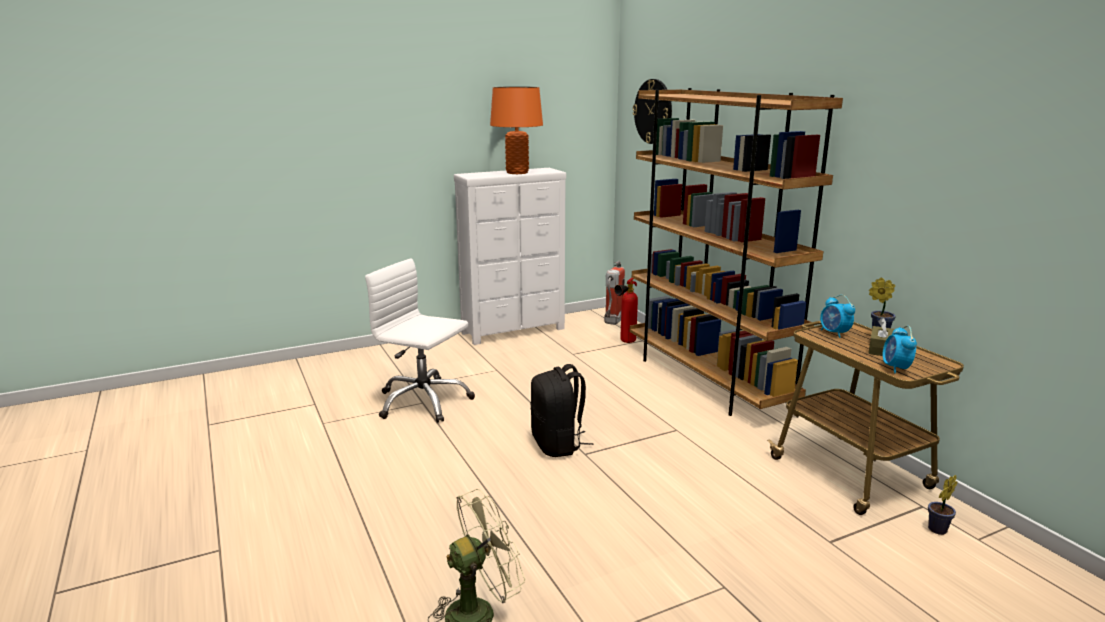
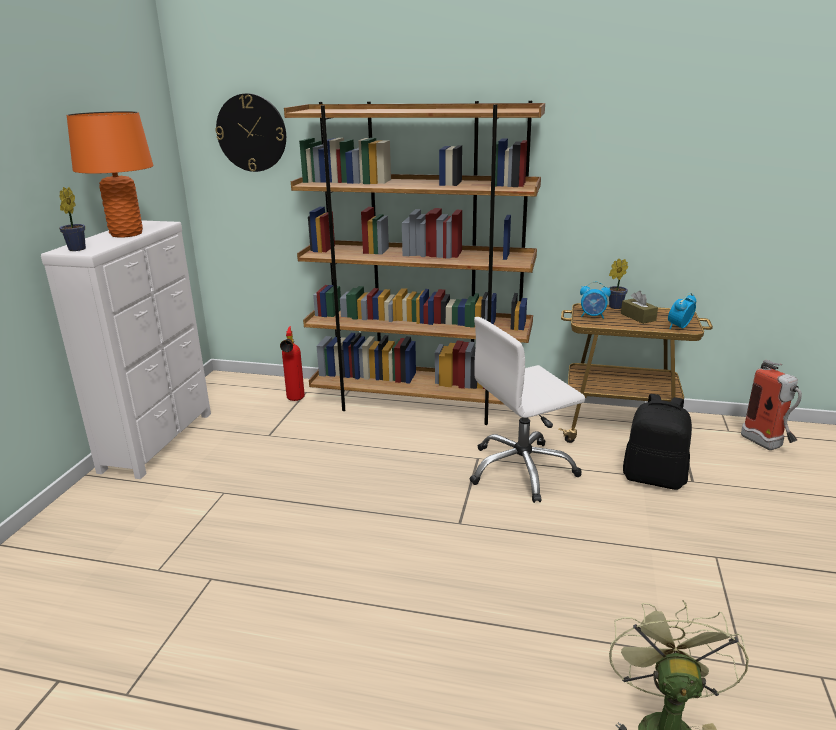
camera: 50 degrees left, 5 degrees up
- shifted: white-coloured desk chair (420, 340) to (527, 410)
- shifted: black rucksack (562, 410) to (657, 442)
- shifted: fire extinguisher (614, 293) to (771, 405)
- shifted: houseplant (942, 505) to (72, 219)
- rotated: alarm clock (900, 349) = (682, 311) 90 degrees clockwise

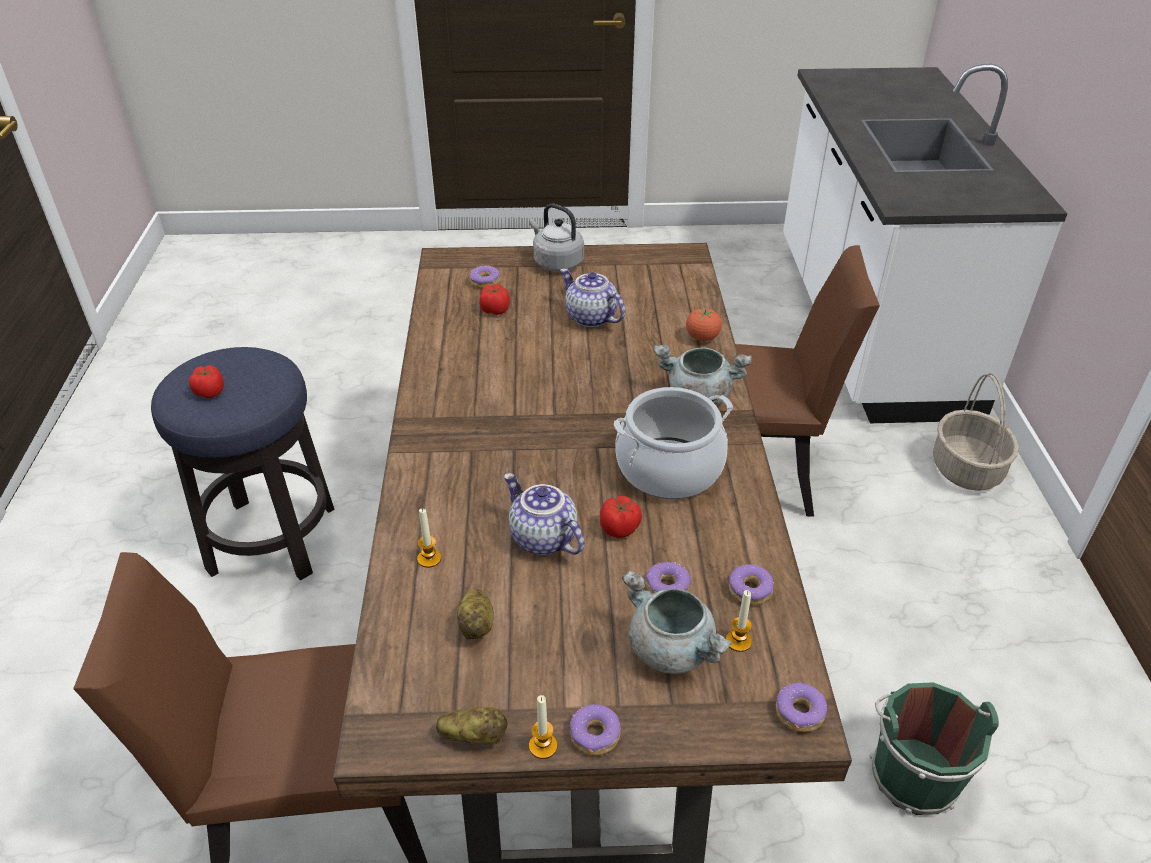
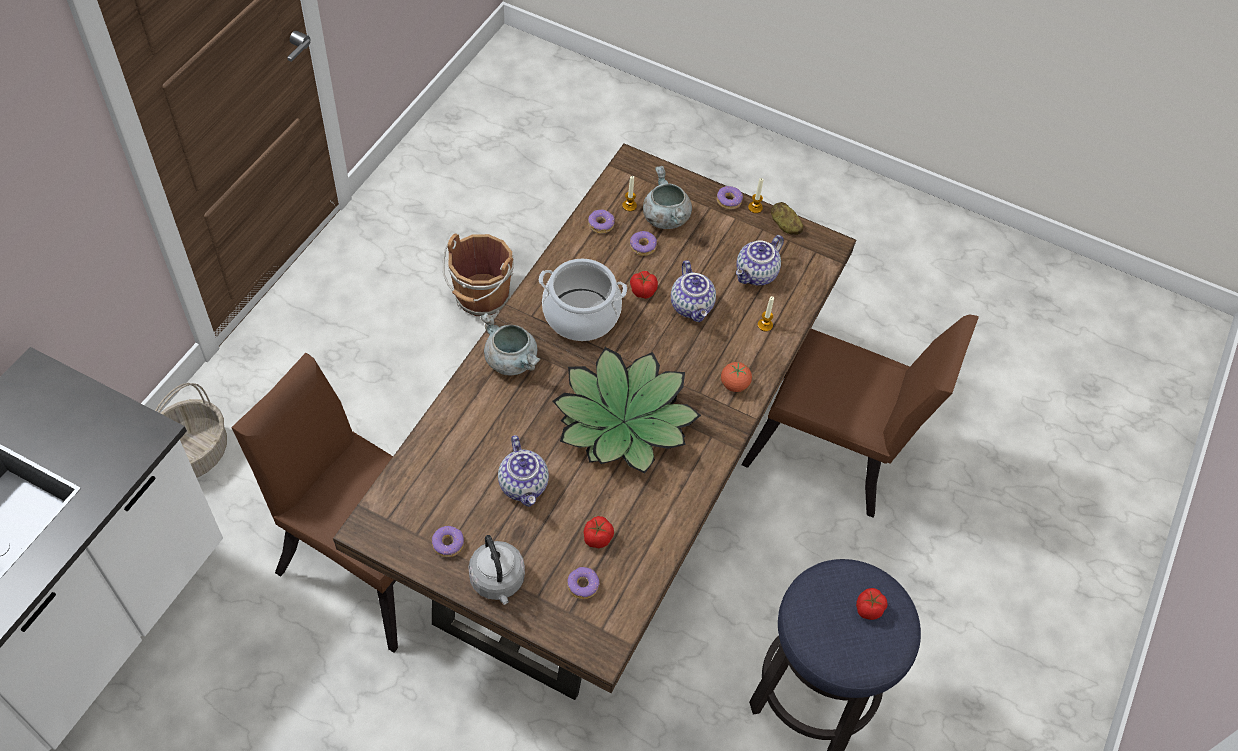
camera: 155 degrees left, 15 degrees up
- new: houseplant (626, 410)
- shifted: whole tomato (704, 324) to (736, 377)
- shifted: ring doughnut (801, 707) to (448, 541)
- swapped: whole potato (475, 614) to teapot (760, 260)
- repainted: green-coloured pail (934, 748) to brown pail (478, 274)

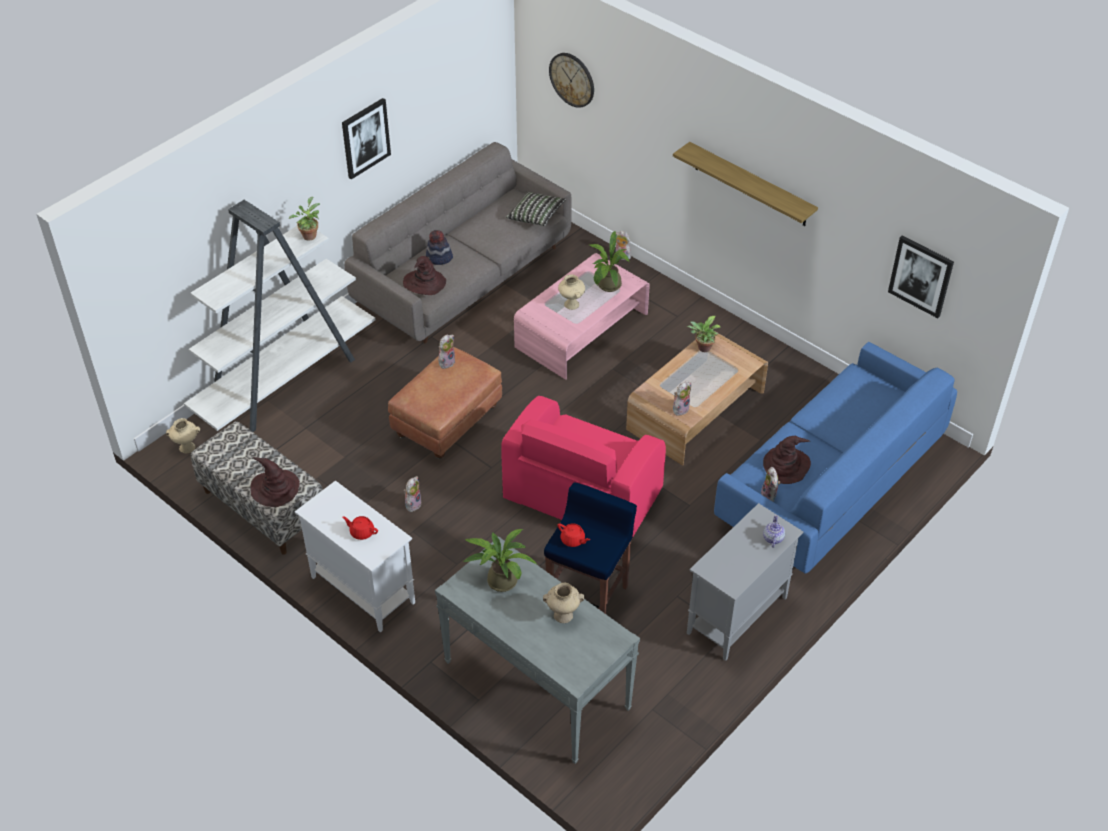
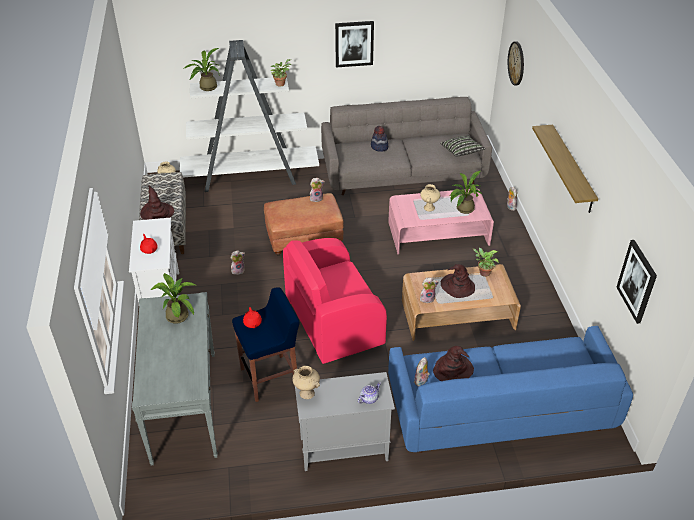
camera: 40 degrees right, 5 degrees down
- new: houseplant (201, 69)
- shifted: brown clothing hat (424, 275) to (458, 281)
- shifted: sand-coloured flower vase (563, 603) to (306, 382)

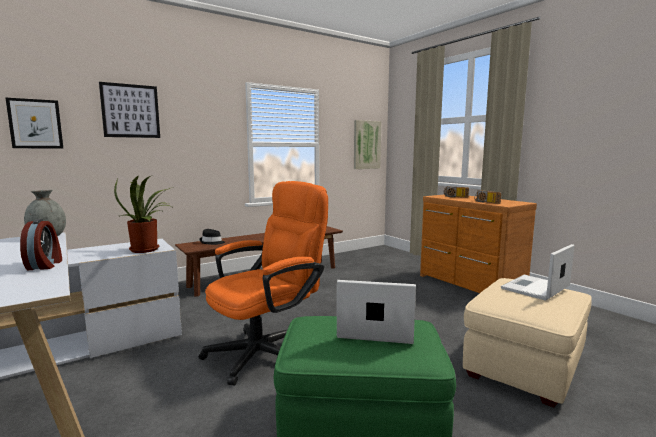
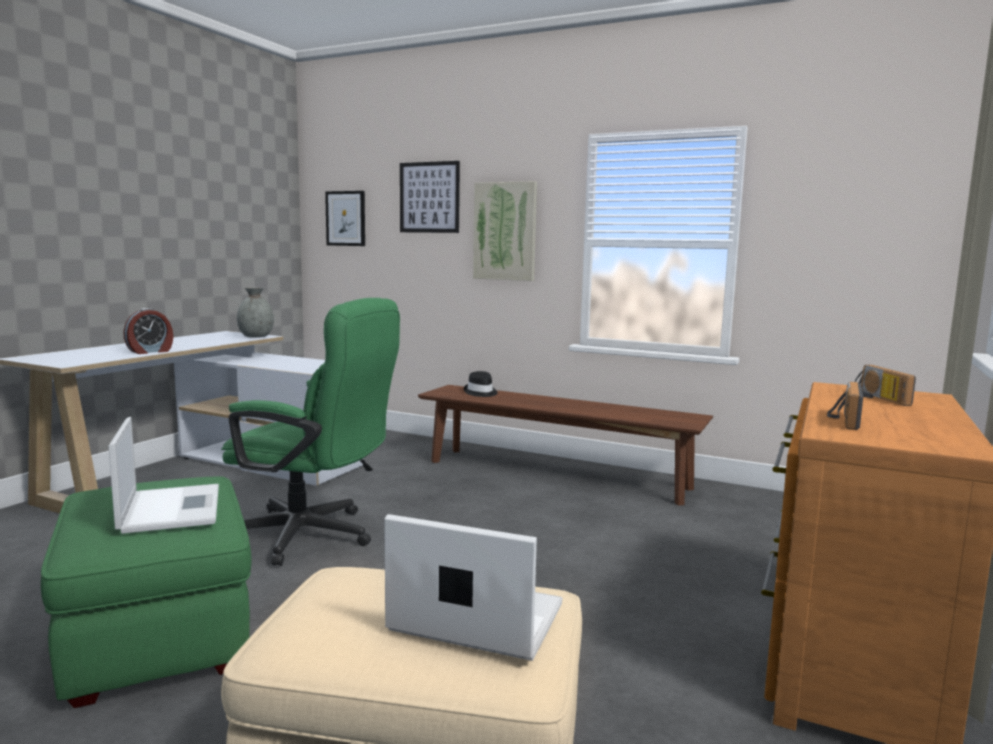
camera: 60 degrees right, 0 degrees up
- gone: houseplant (144, 214)
- shifted: wall art (367, 144) to (505, 231)
- repainted: orangey desk chair (263, 283) to green-coloured desk chair (310, 432)

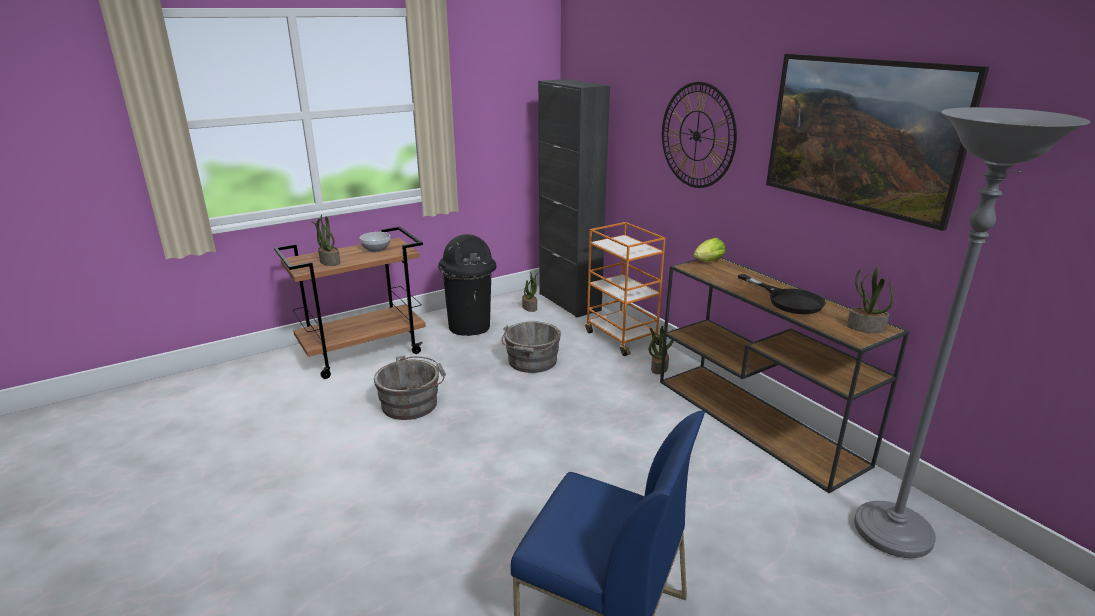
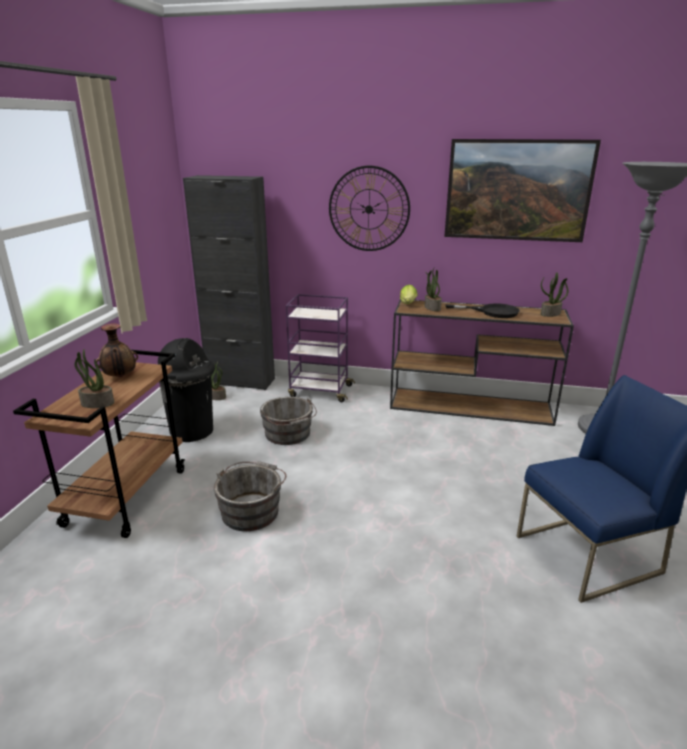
camera: 45 degrees left, 0 degrees up
- shifted: houseplant (661, 350) to (433, 289)
- swapped: bowl (375, 242) to flower vase (117, 350)
- repainted: orangey wheeled cart (625, 289) to purple wheeled cart (320, 348)

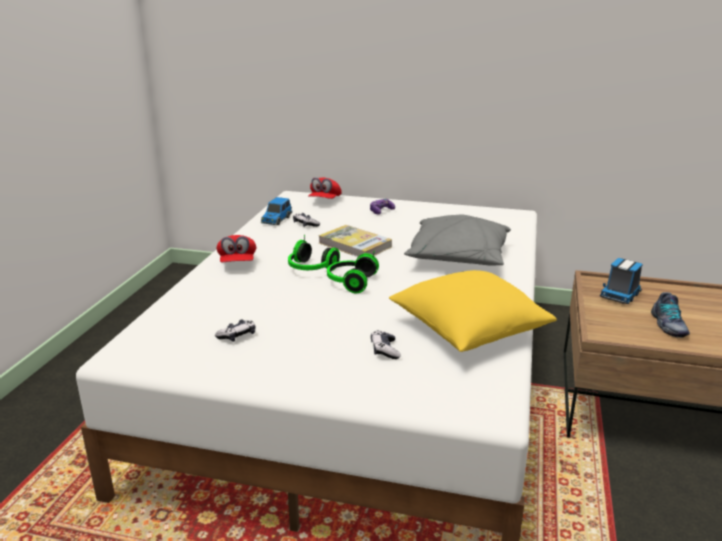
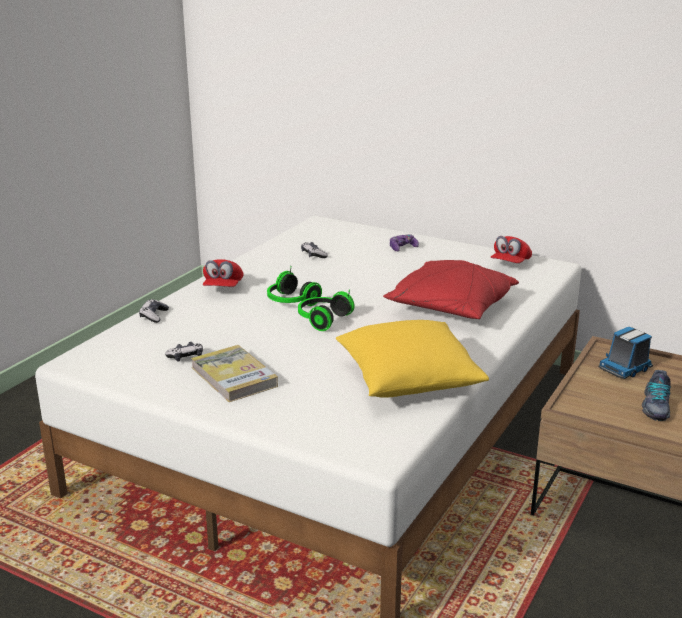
camera: 15 degrees right, 0 degrees up
- gone: model car (276, 211)
- shifted: red-coloured baseball cap (325, 188) to (511, 249)
- shifted: book (355, 241) to (234, 373)
- shifted: game controller (386, 344) to (154, 311)
- repainted: grey pillow (457, 240) to red-coloured pillow (451, 289)

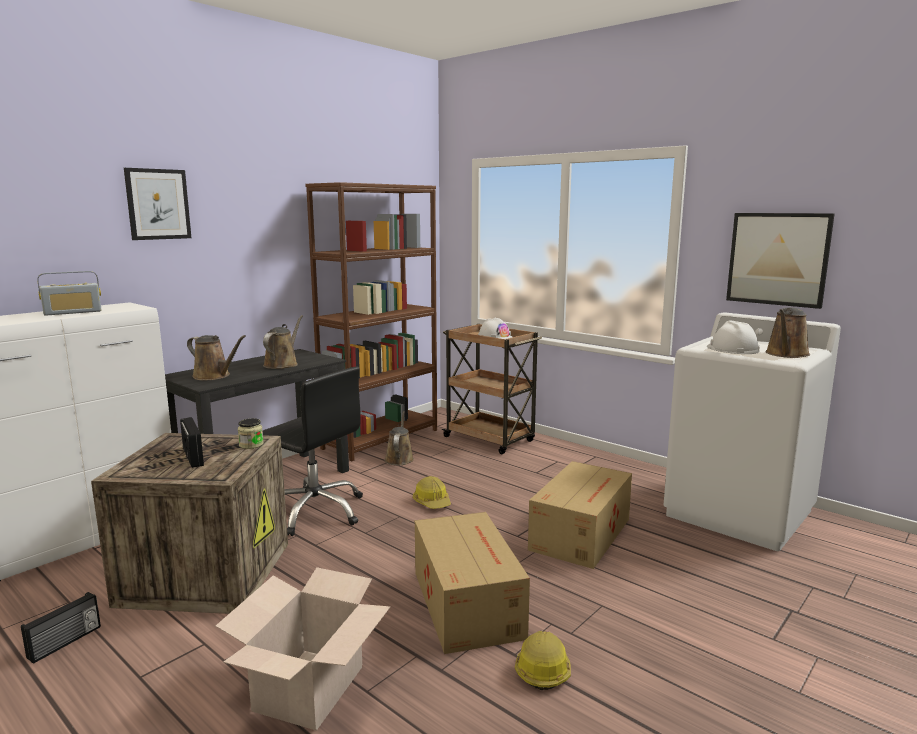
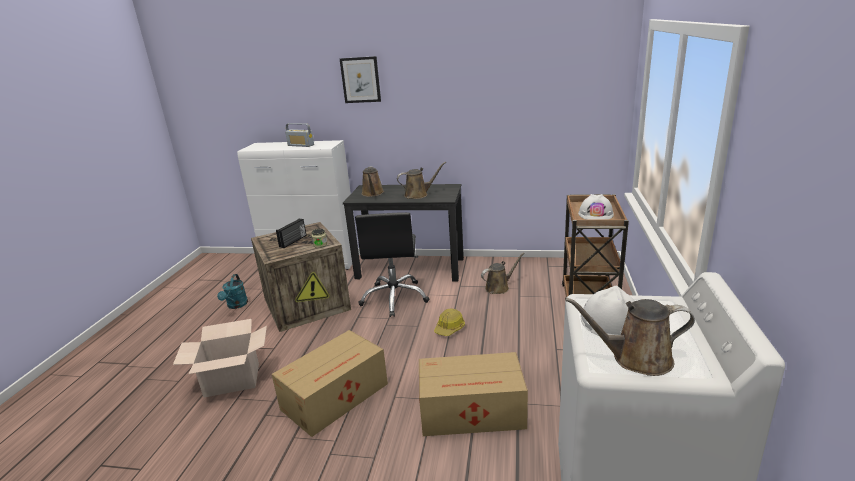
camera: 60 degrees right, 10 degrees up
- gone: brown shelving unit (371, 321)
- gone: safety helmet (543, 660)
- gone: wall art (780, 261)
- swapped: radio set (61, 628) to blue-green sprinkling can (232, 291)

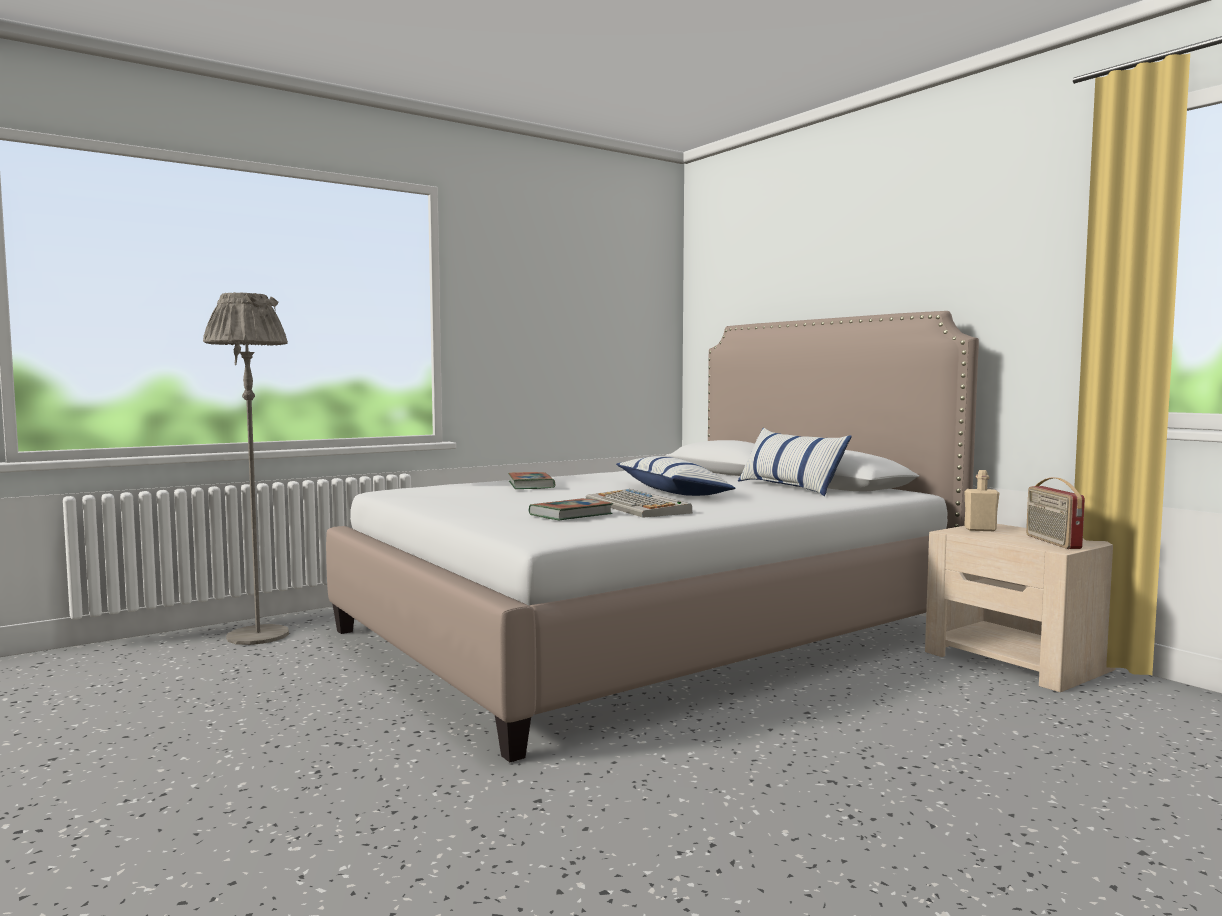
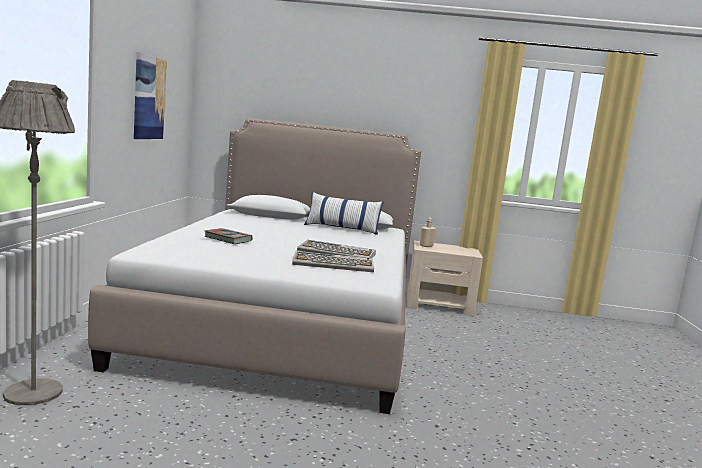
camera: 50 degrees left, 5 degrees up
- gone: pillow (675, 476)
- gone: radio set (1055, 513)
- new: wall art (150, 95)
- swapped: book (571, 509) to PC keyboard (333, 262)

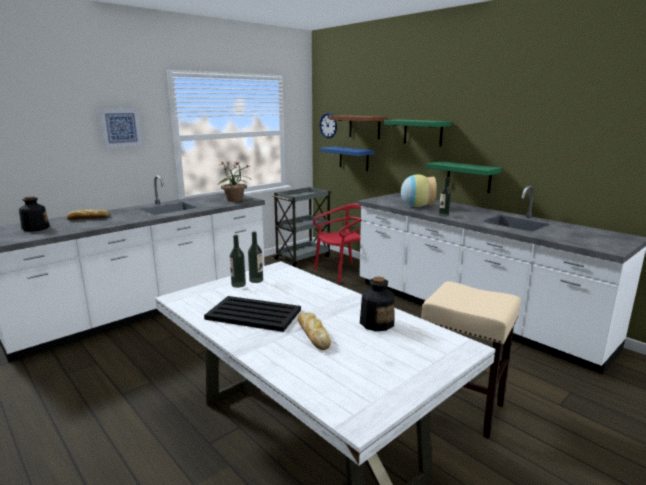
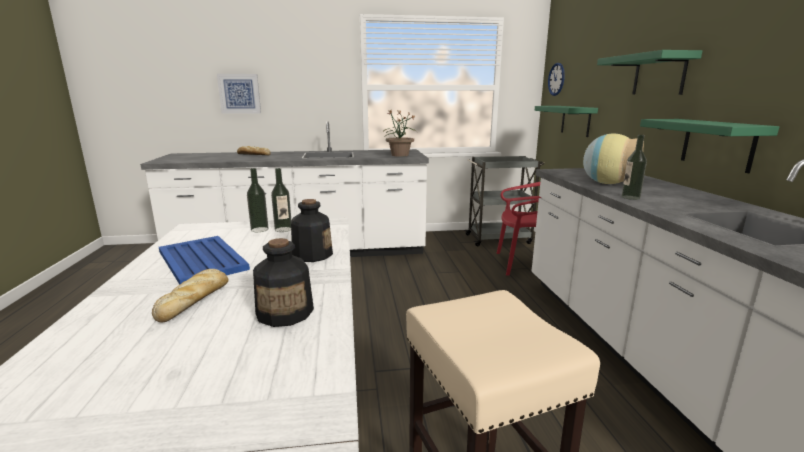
camera: 35 degrees right, 0 degrees up
- gone: brown shelf (358, 127)
- shifted: drink bottle (34, 214) to (312, 230)
- shifted: wall art (120, 128) to (239, 94)
- repainted: black carrying tray (252, 314) to bluish carrying tray (204, 260)
- repainted: bluish shelf (347, 159) to green-coloured shelf (566, 121)

